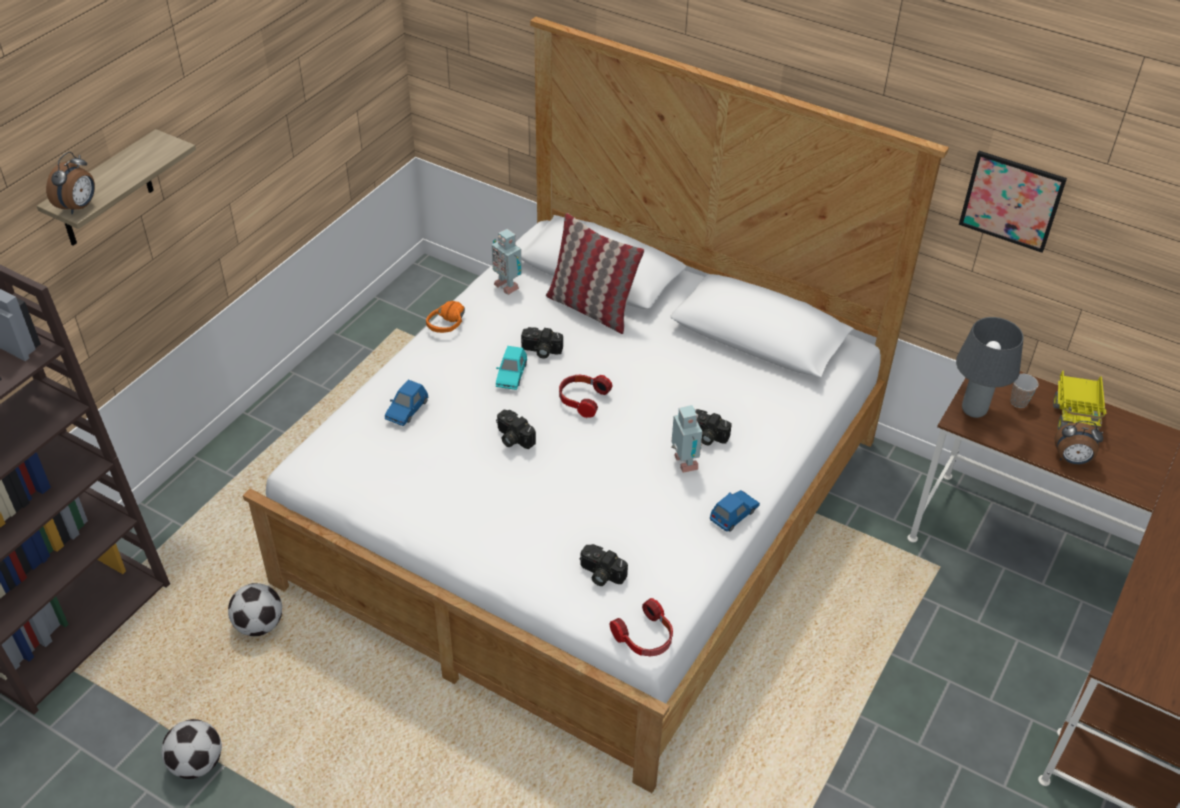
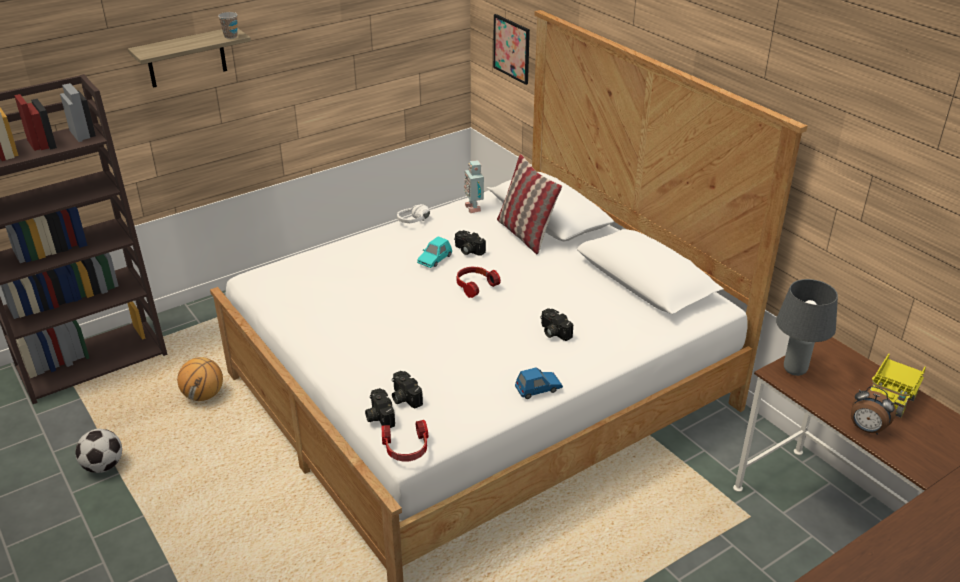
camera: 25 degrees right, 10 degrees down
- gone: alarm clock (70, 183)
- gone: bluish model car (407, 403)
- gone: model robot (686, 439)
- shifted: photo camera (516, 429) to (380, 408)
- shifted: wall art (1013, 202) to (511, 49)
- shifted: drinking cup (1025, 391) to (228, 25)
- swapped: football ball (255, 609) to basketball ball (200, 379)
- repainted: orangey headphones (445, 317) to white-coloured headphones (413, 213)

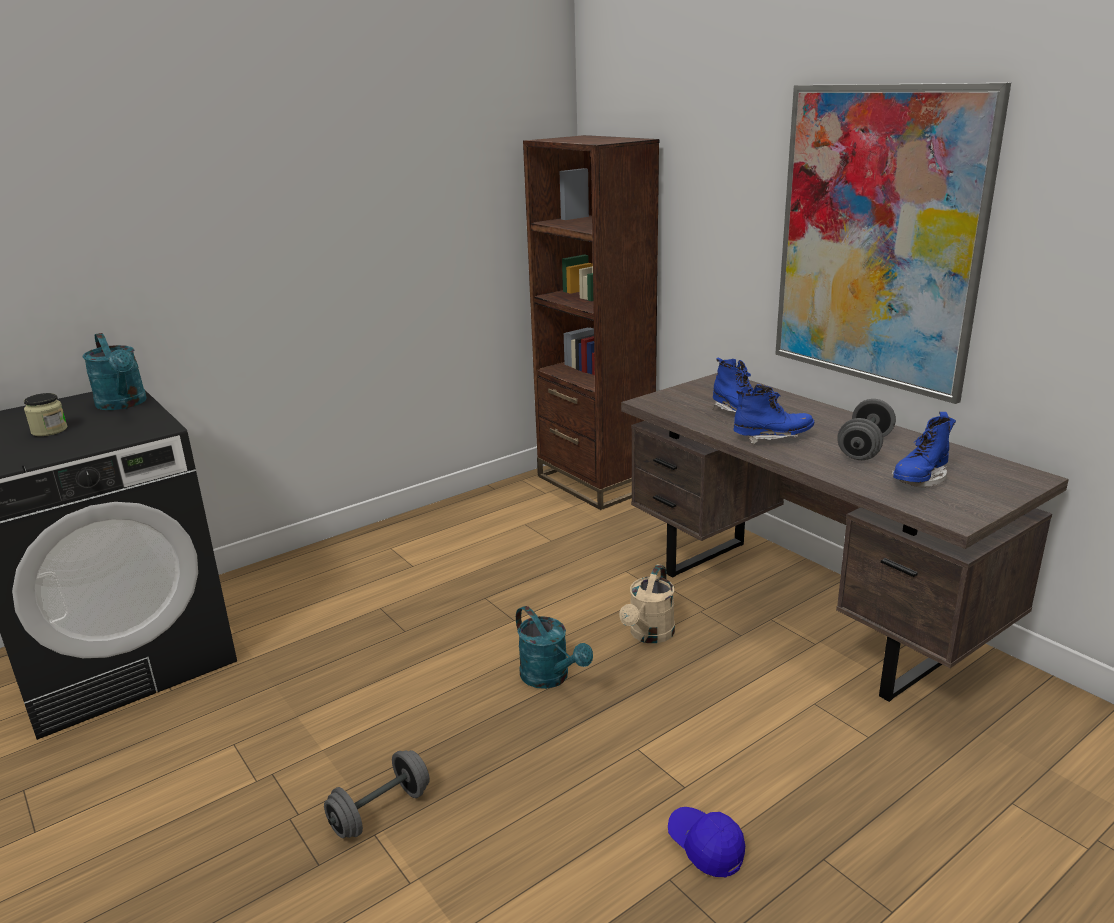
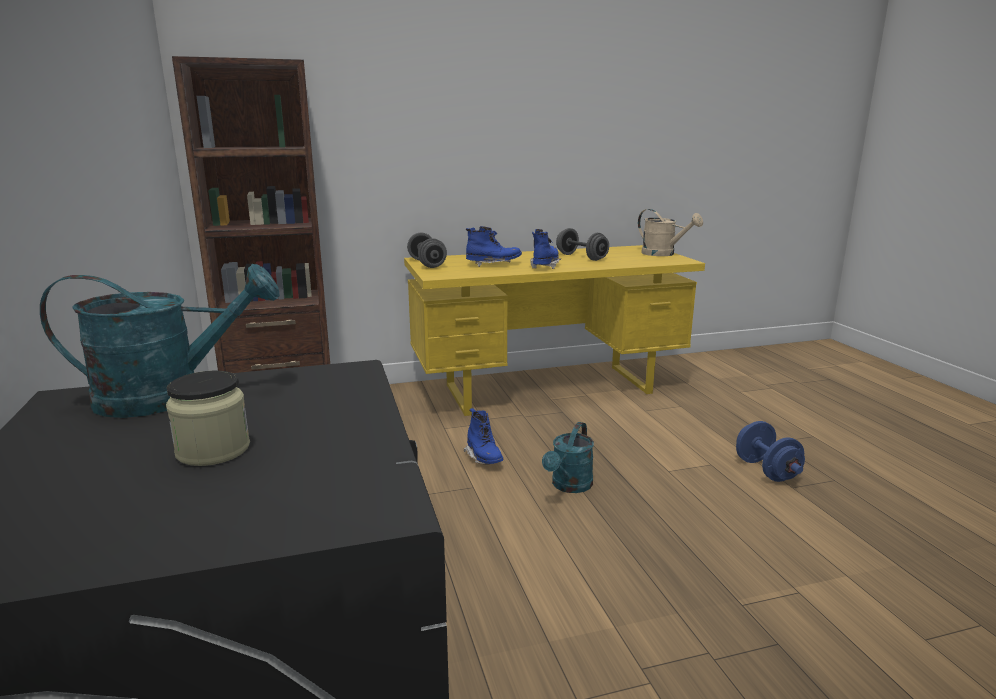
camera: 70 degrees left, 5 degrees down
- gone: wall art (893, 243)
- shifted: grey dumbbell (377, 794) to (427, 250)
- shifted: sand-coloured sprinkling can (647, 603) to (670, 232)
- shifted: bluish tall boot (923, 449) to (484, 436)
- swapped: bluish baseball cap (706, 842) to bluish dumbbell (770, 451)
- repainted: brown desk unit (845, 537) to yellow desk unit (554, 330)
- rotated: blue-green sprinkling can (554, 647) = (568, 457) 135 degrees clockwise

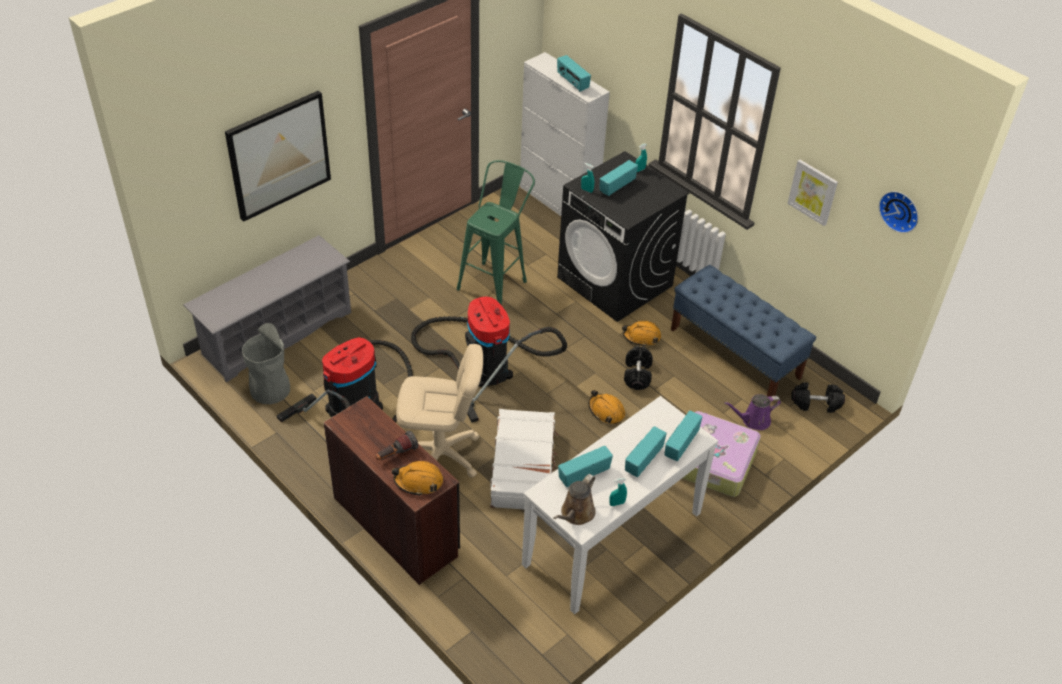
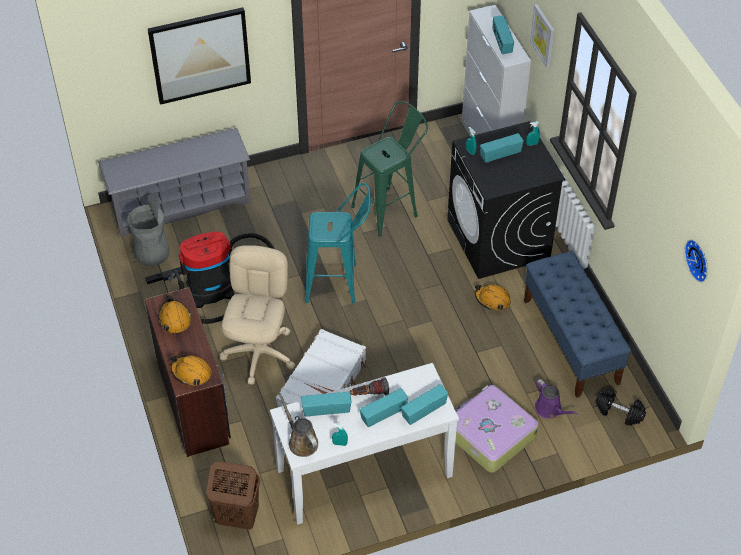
camera: 25 degrees right, 5 degrees up
- gone: black dumbbell (638, 368)
- new: brown laundry basket (233, 495)
- shifted: hand torch (396, 445) to (369, 386)
- shifted: orangey safety helmet (607, 407) to (174, 314)
- shifted: wall art (812, 193) to (542, 36)
- swapped: vacuum cleaner (489, 359) to blue-green stool seat (338, 243)
- rotated: sand-coloured desk chair (439, 411) = (257, 315) 105 degrees counterclockwise
- rotated: brown sprinkling can (574, 499) = (298, 425) 90 degrees clockwise
- rotated: purple sprinkling can (752, 412) = (556, 399) 135 degrees counterclockwise

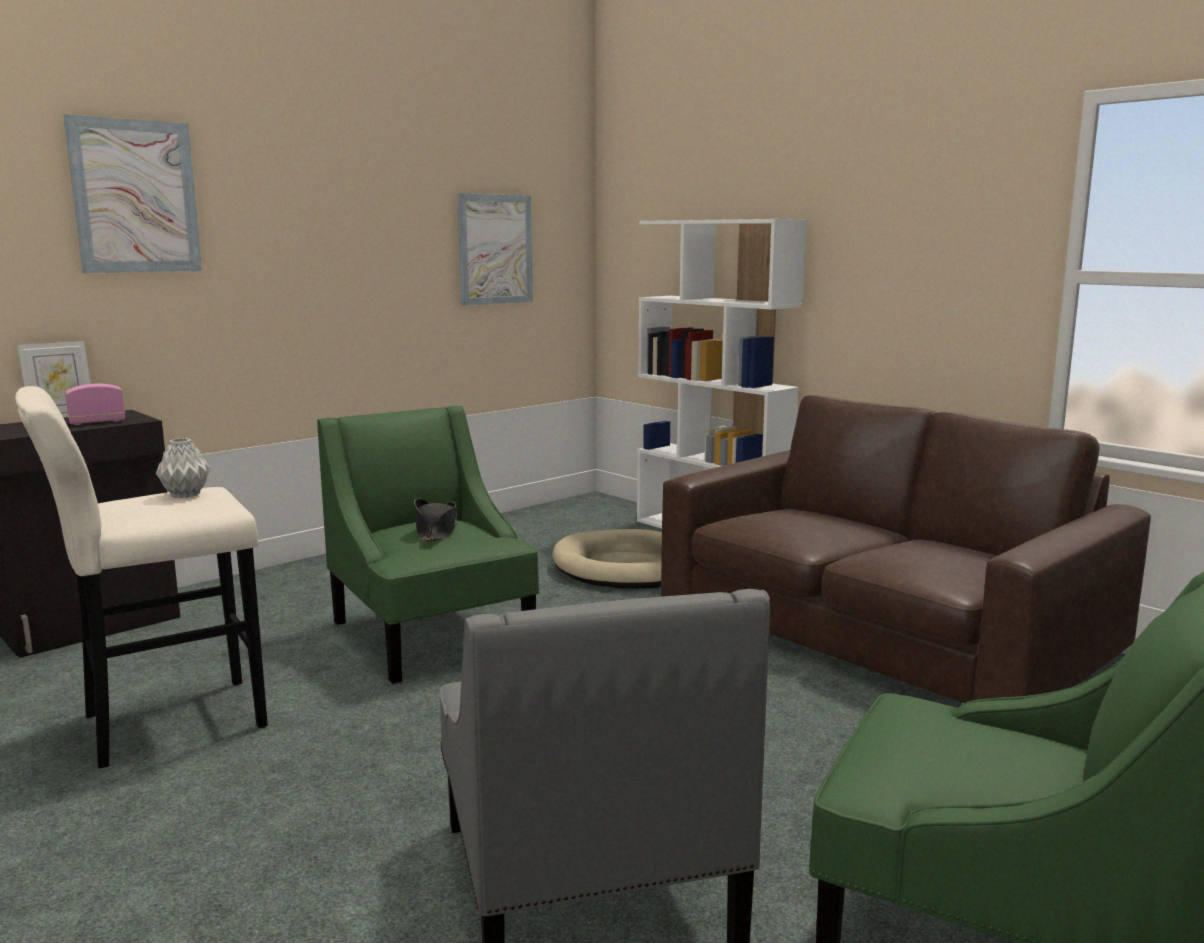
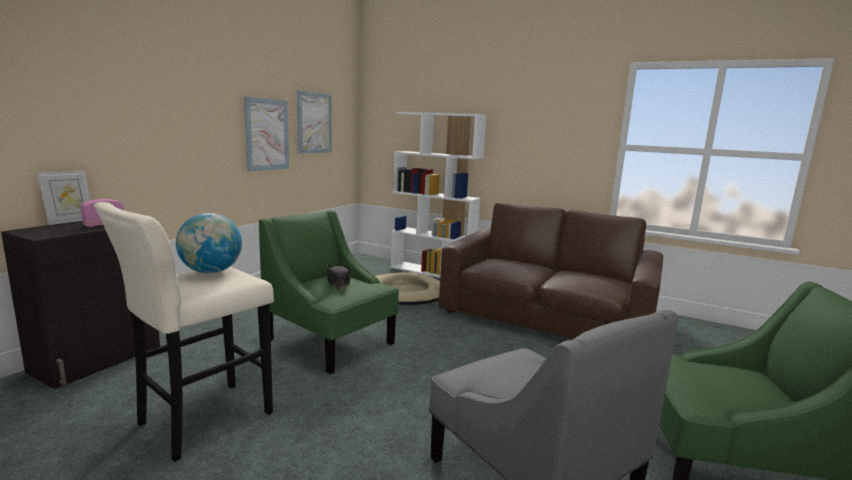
camera: 20 degrees left, 0 degrees up
- shifted: wall art (133, 193) to (266, 134)
- swapped: grey flower vase (183, 468) to world globe (209, 243)

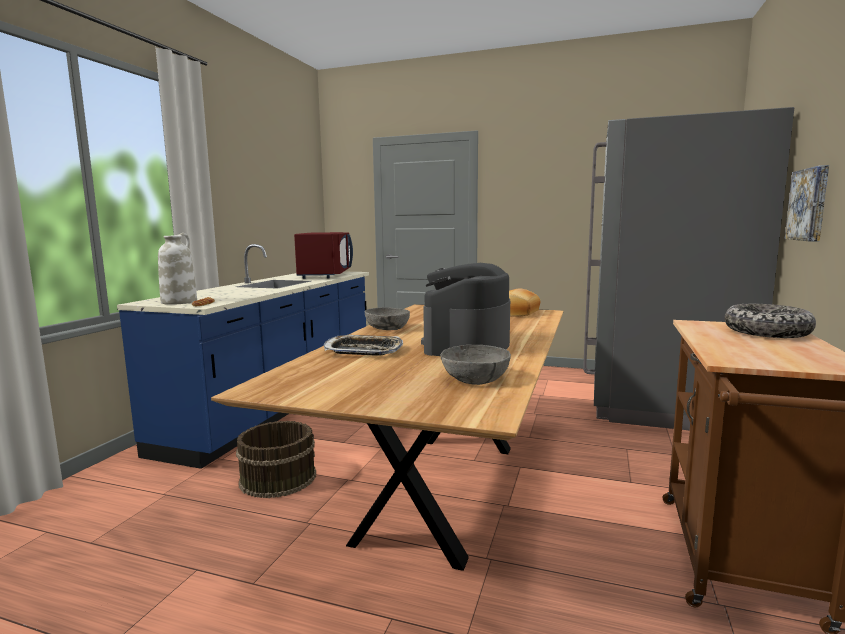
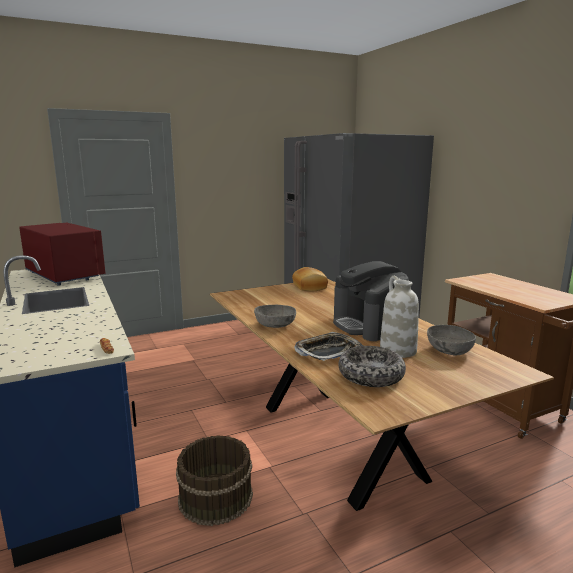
camera: 45 degrees left, 5 degrees up
- gone: wall art (807, 203)
- shifted: white-coloured flower vase (177, 269) to (399, 317)
- shifted: bowl (770, 321) to (372, 366)

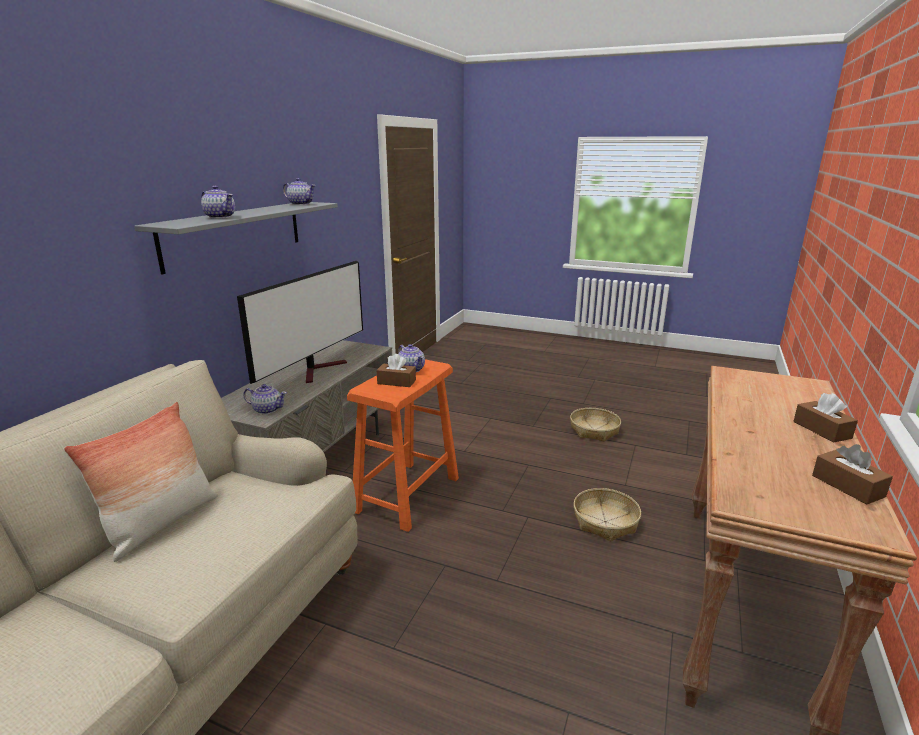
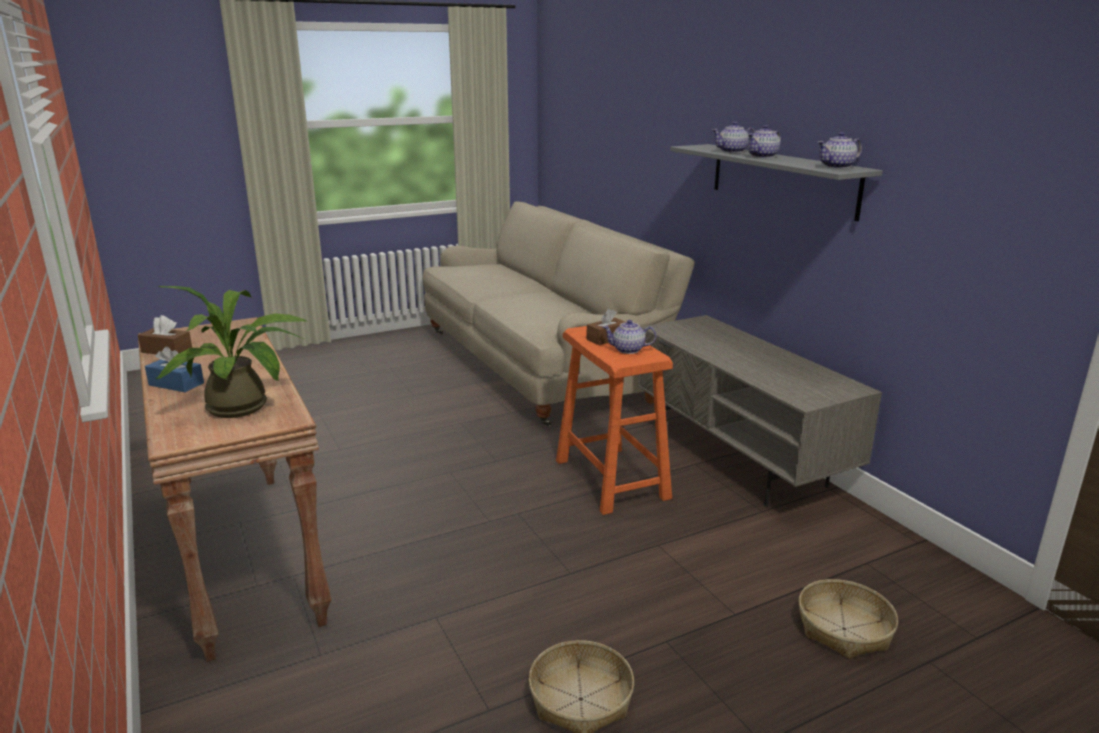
camera: 130 degrees right, 0 degrees up
- gone: pillow (141, 482)
- gone: TV set (300, 322)
- new: houseplant (232, 352)
- shifted: teapot (265, 399) to (764, 141)
- shifted: basket (607, 515) to (848, 619)
- repainted: brown tissue holder (826, 418) to bluish tissue holder (174, 369)

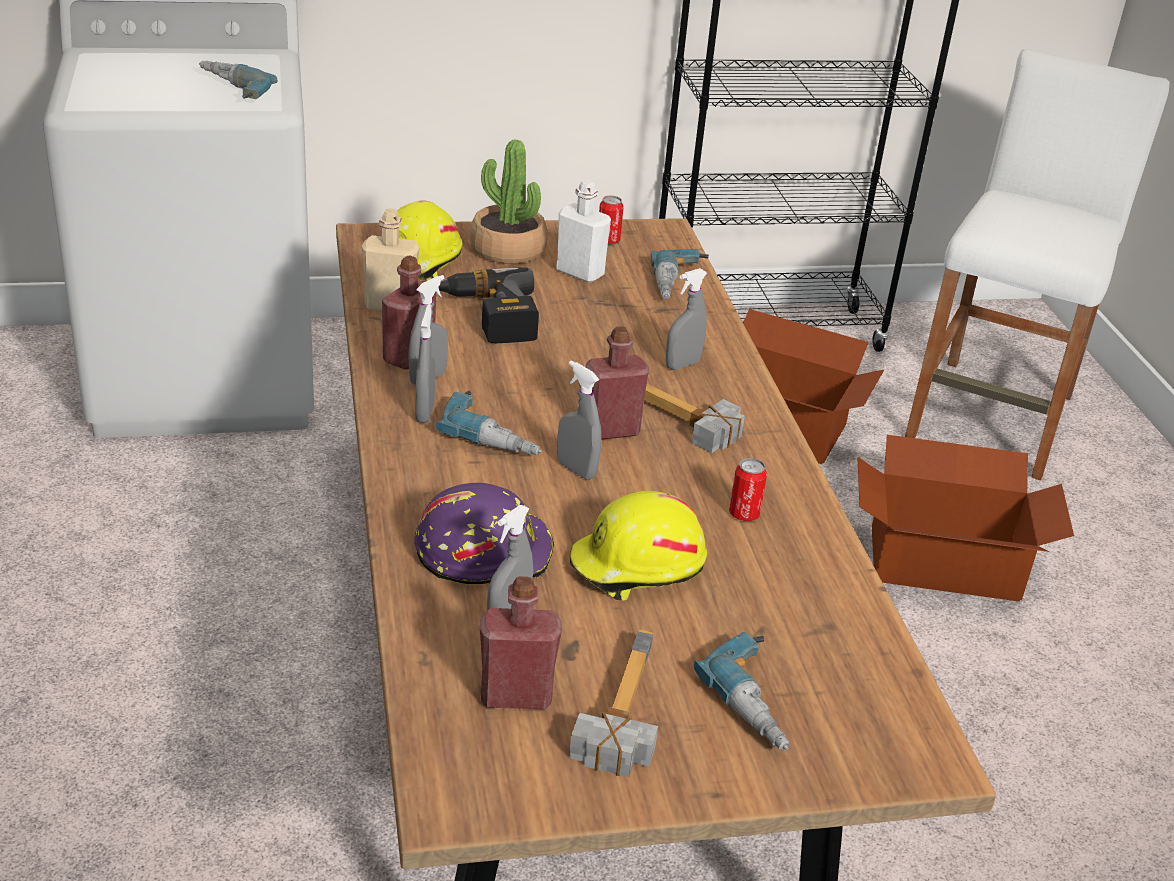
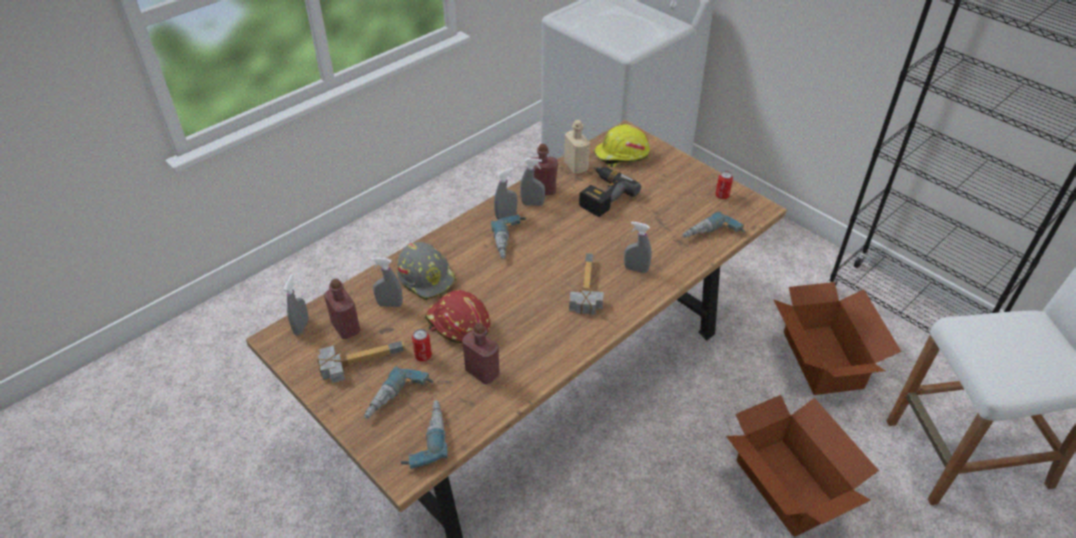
camera: 60 degrees right, 10 degrees up
- gone: houseplant (509, 201)
- gone: white-coloured drink bottle (583, 231)
- shifted: power drill (238, 80) to (424, 434)
- shifted: grey spray bottle (579, 420) to (296, 304)
- shifted: red-coloured drink bottle (617, 383) to (481, 353)
- shifted: metal can (748, 489) to (422, 345)
- repainted: purple safety helmet (485, 533) to grey safety helmet (426, 271)
- repainted: yellow safety helmet (638, 546) to red-coloured safety helmet (457, 316)

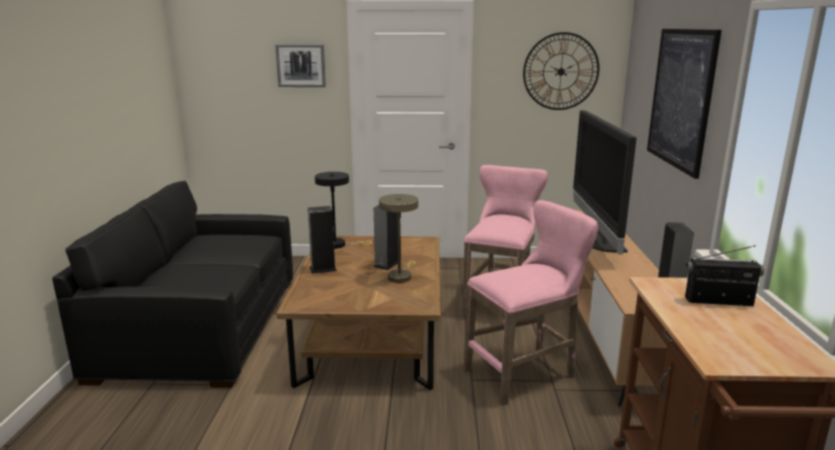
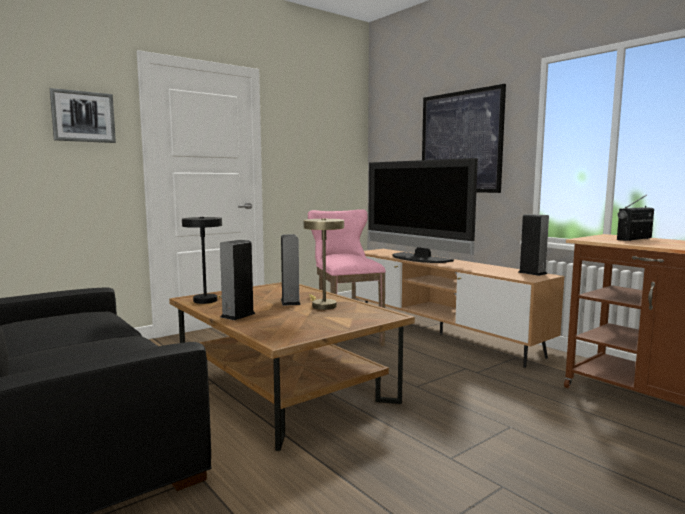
camera: 40 degrees left, 10 degrees down
- gone: pinkish stool seat (530, 303)
- gone: clock on the wall (561, 71)

